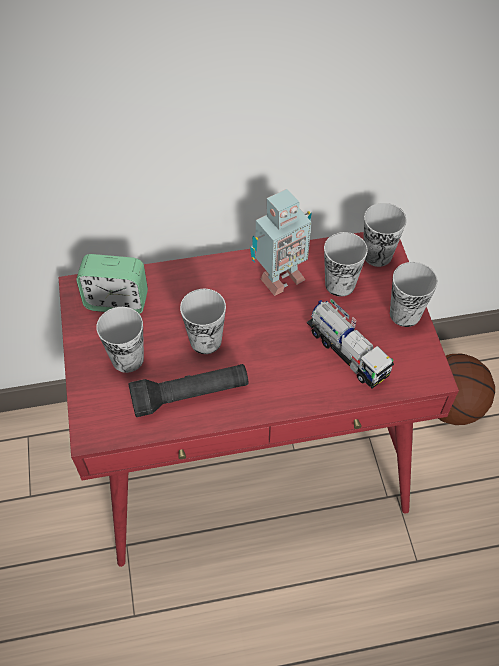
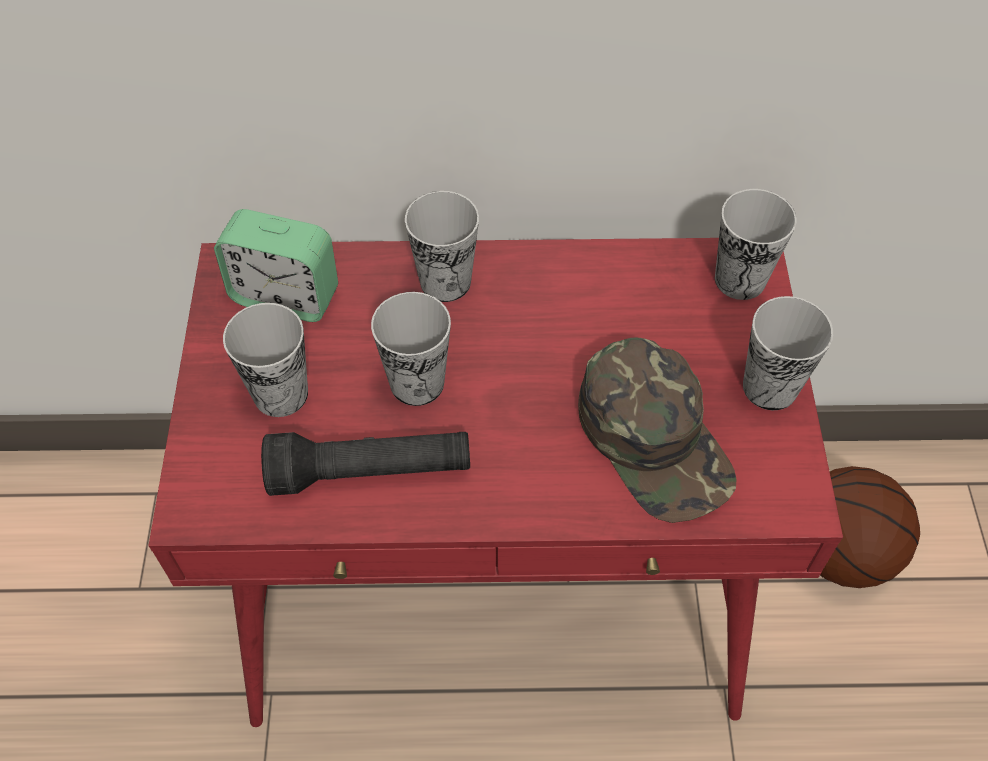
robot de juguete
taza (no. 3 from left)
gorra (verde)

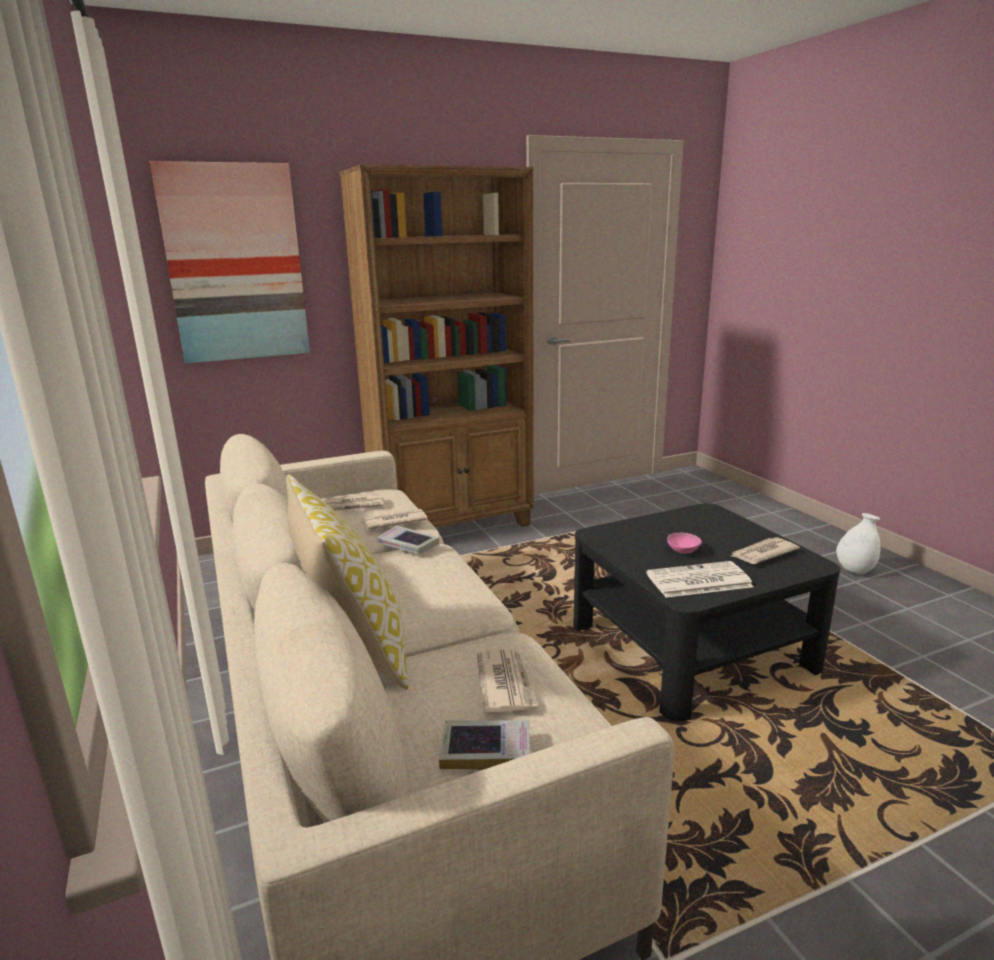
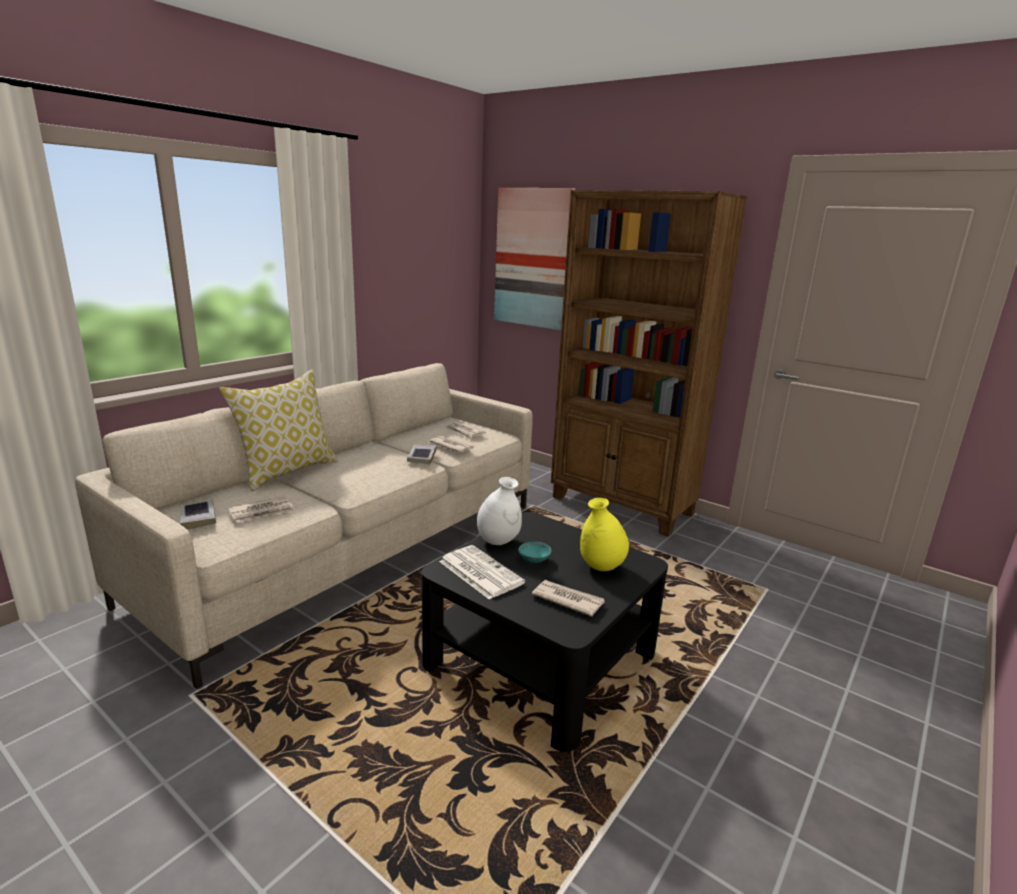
florero (amarillo)
florero (blanco)
cuenco (turquesa)

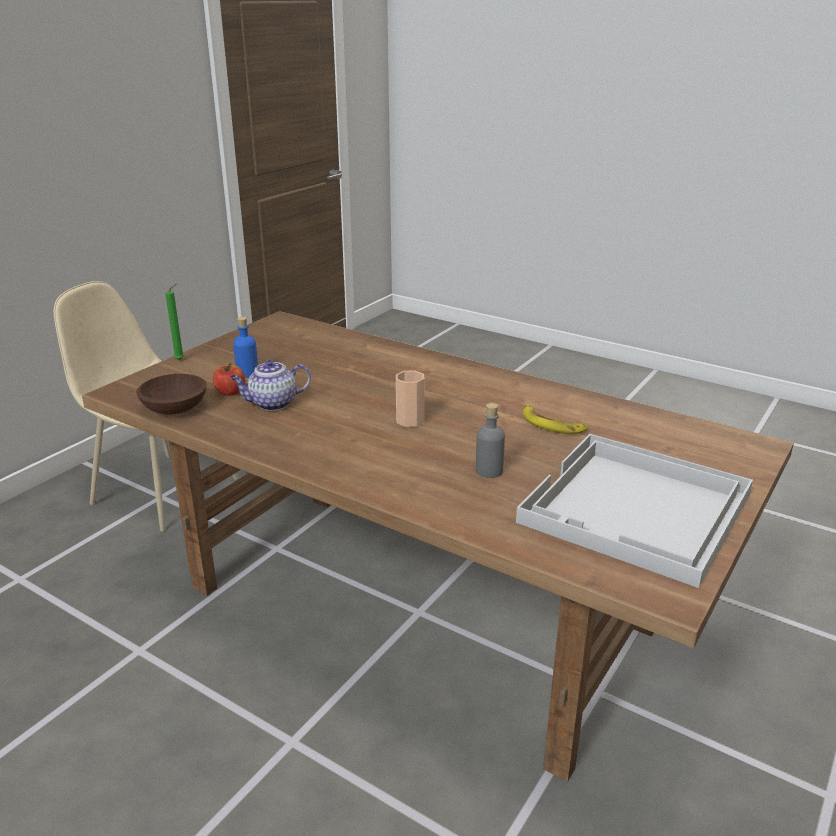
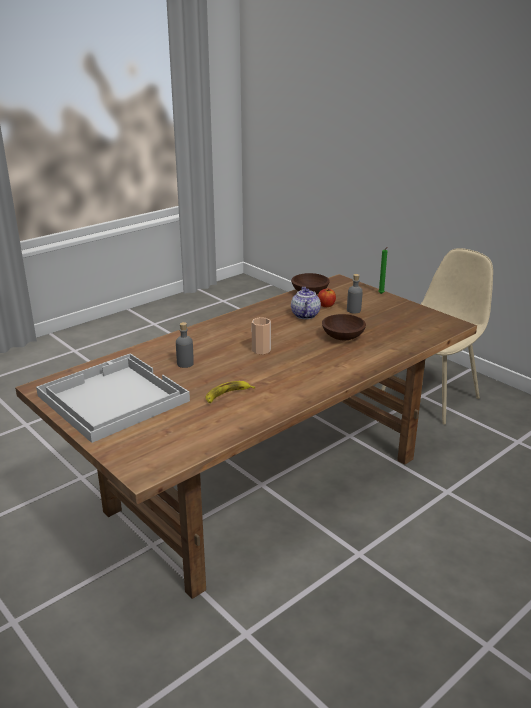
cuenco (marrón) (no. 2 from left)
botella (gris) (no. 2 from left)

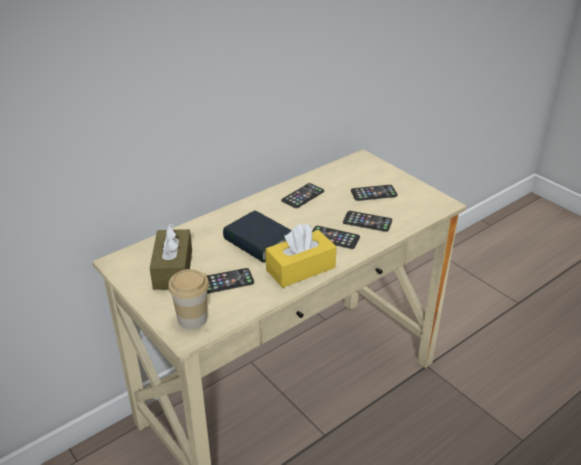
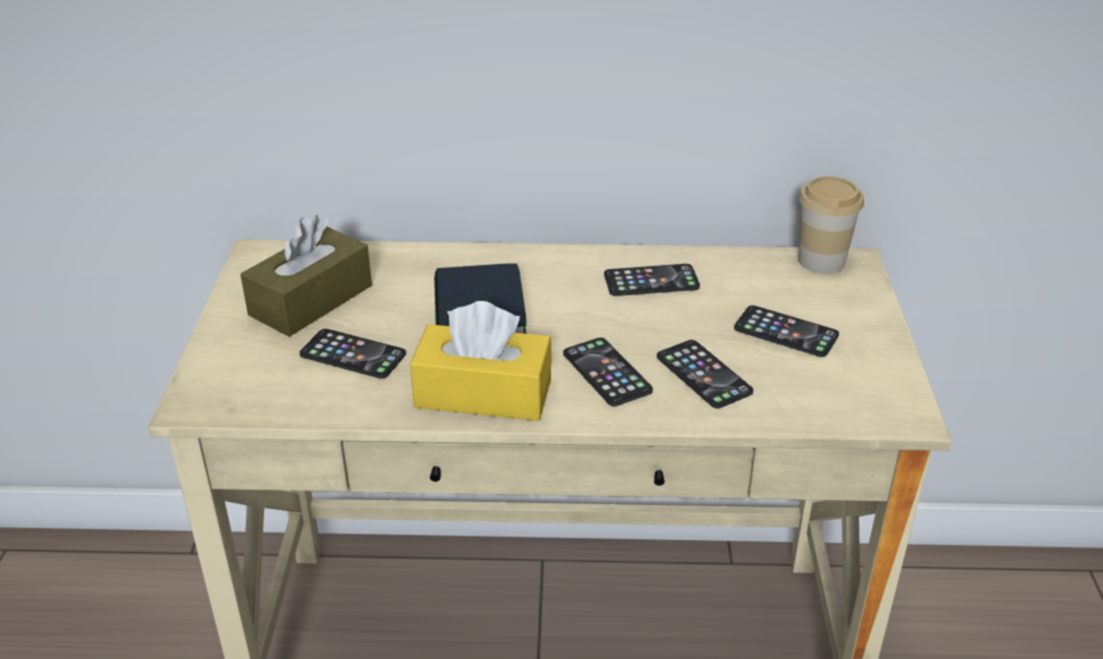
taza

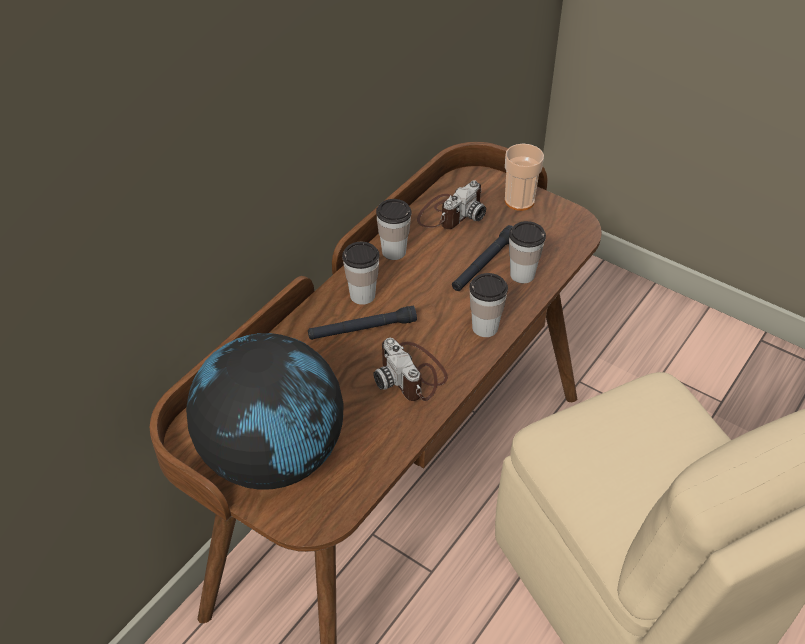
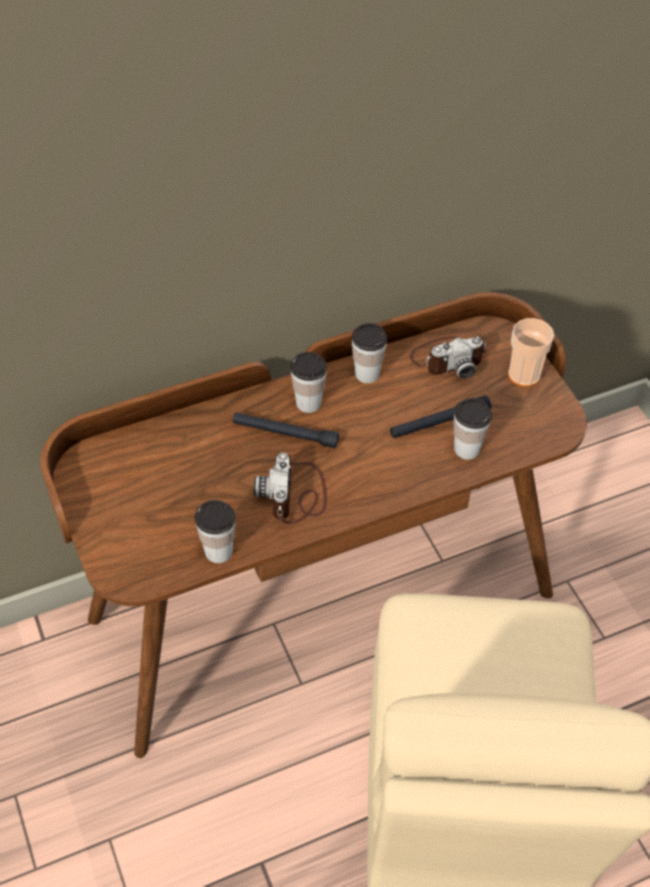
globo terráqueo
taza (no. 1 from left)

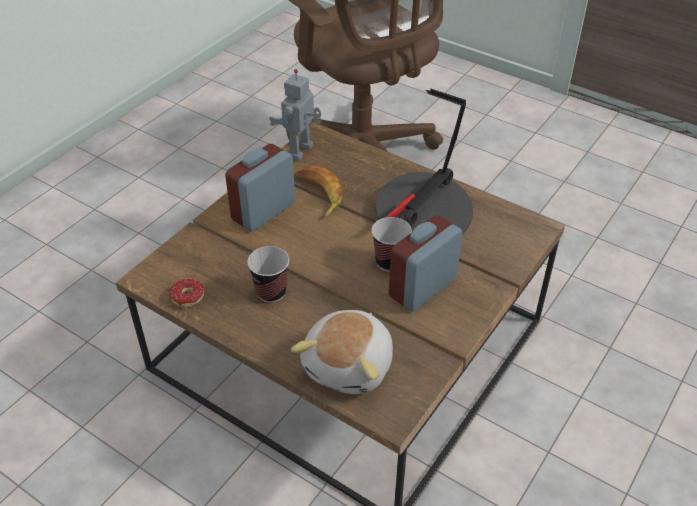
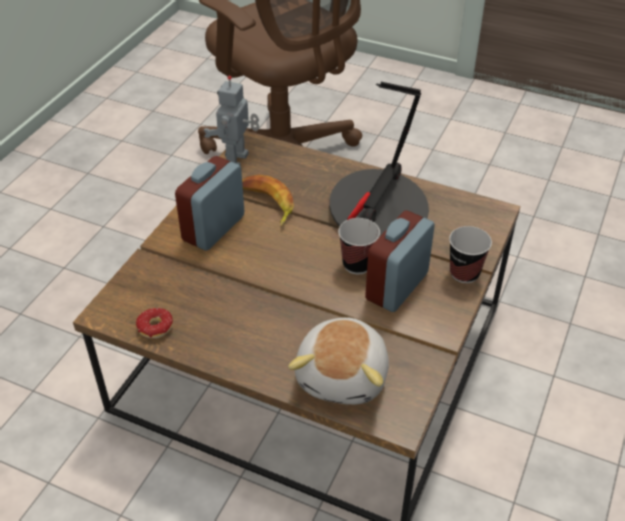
taza (no. 2 from left)

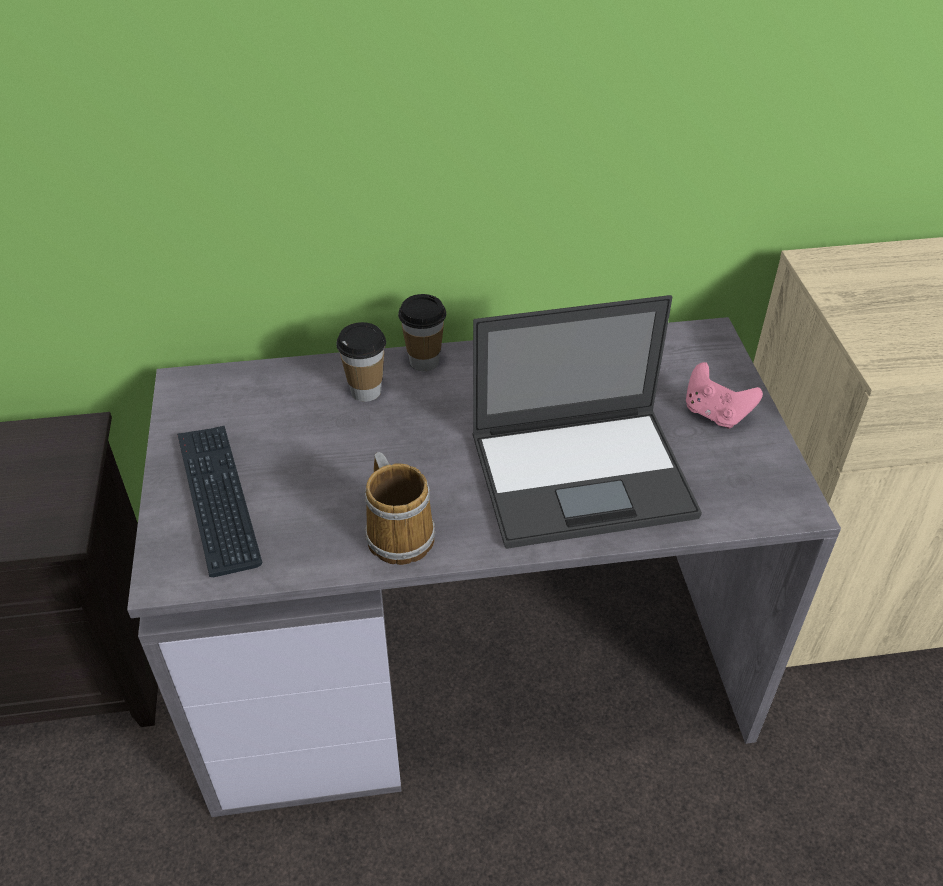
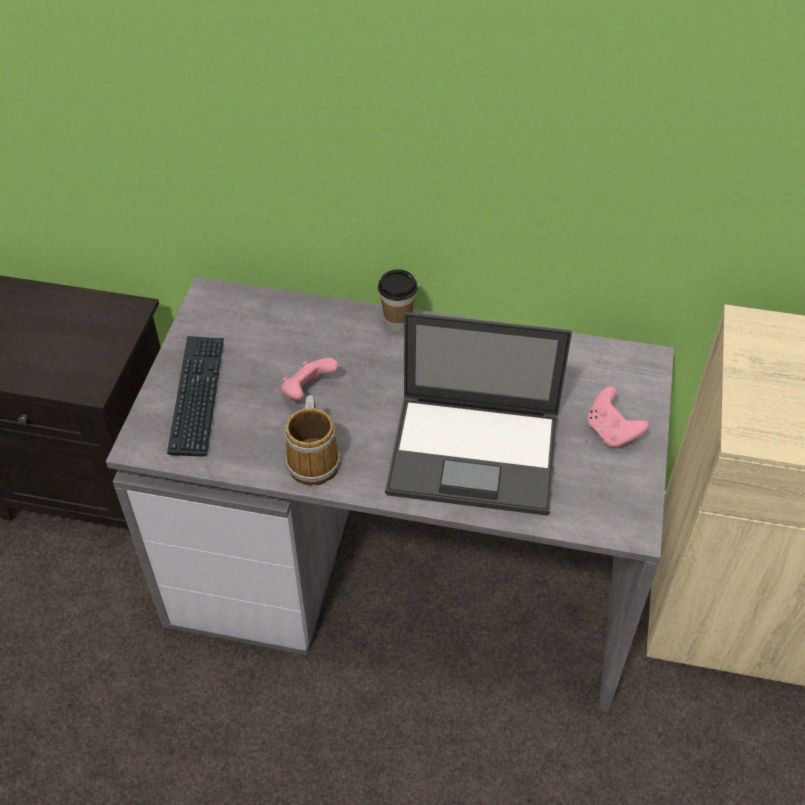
taza (no. 1 from left in the first image)
mando de consola (rosa) (no. 1 from left)

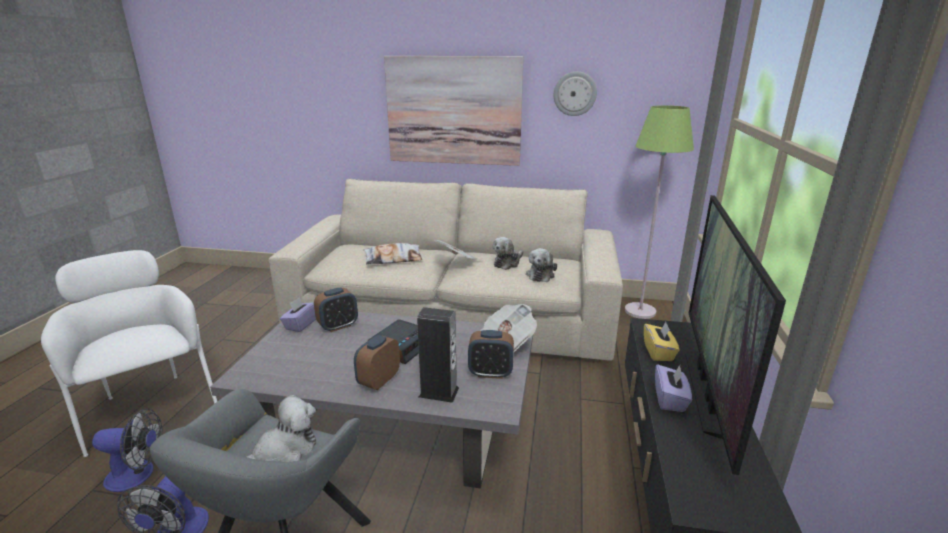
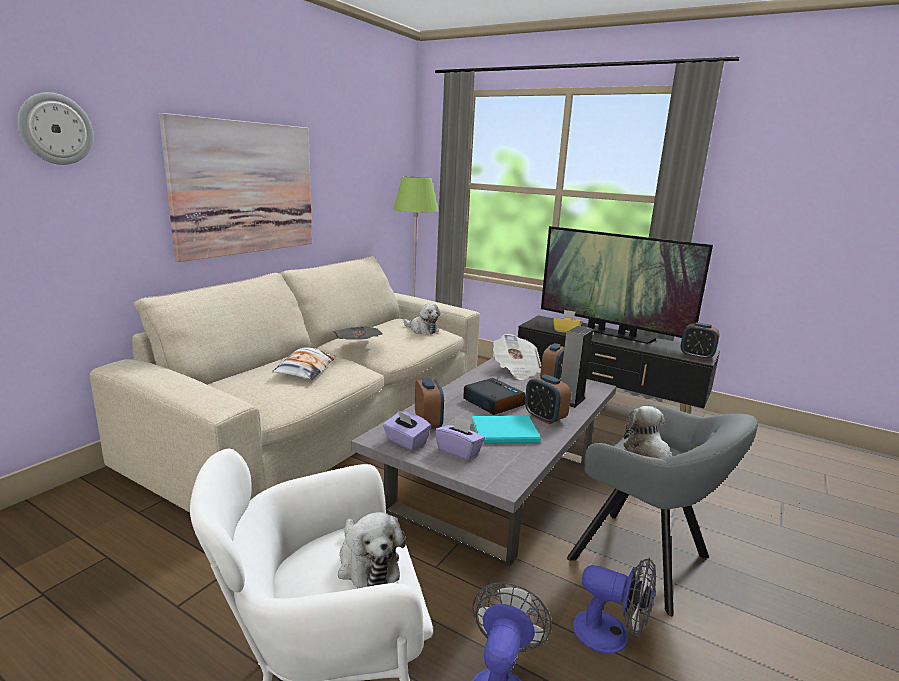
libro (turquesa)
despertador (no. 5 from left)
peluche (no. 1 from left)
reloj de pared
caja de pañuelos (morado) (no. 2 from left)

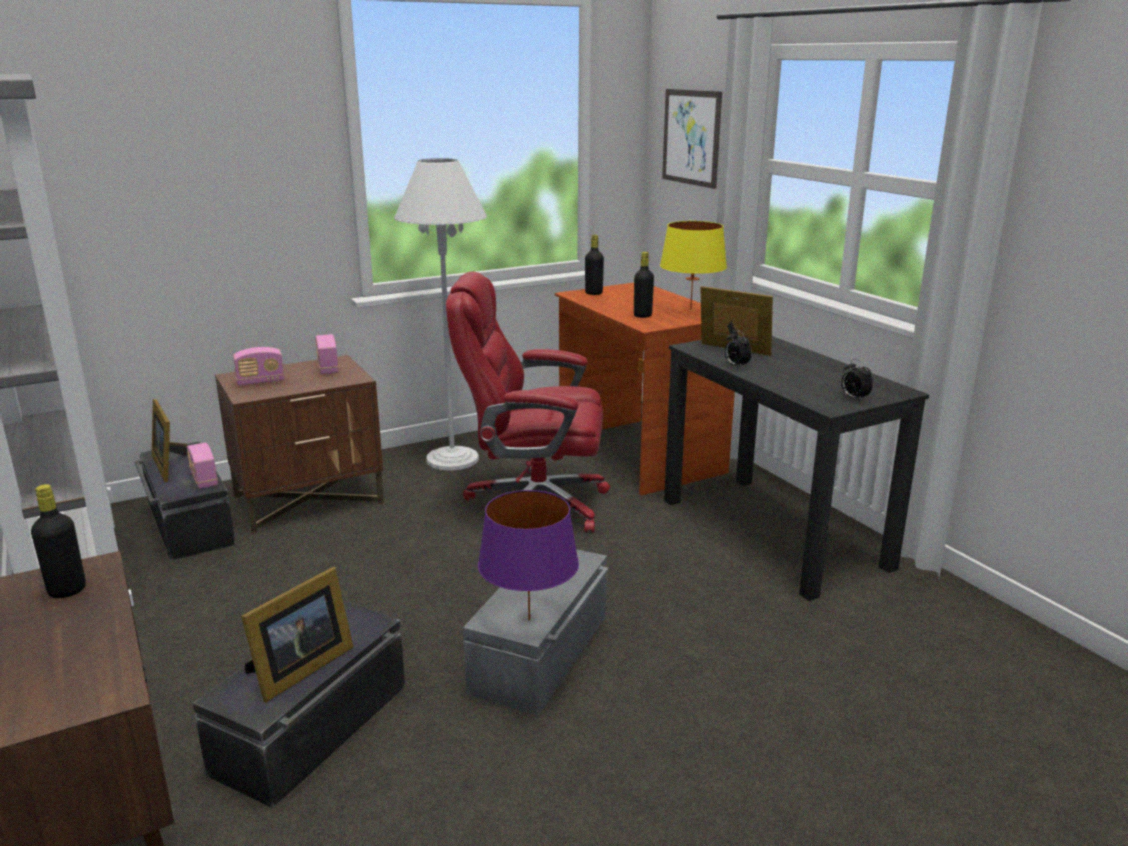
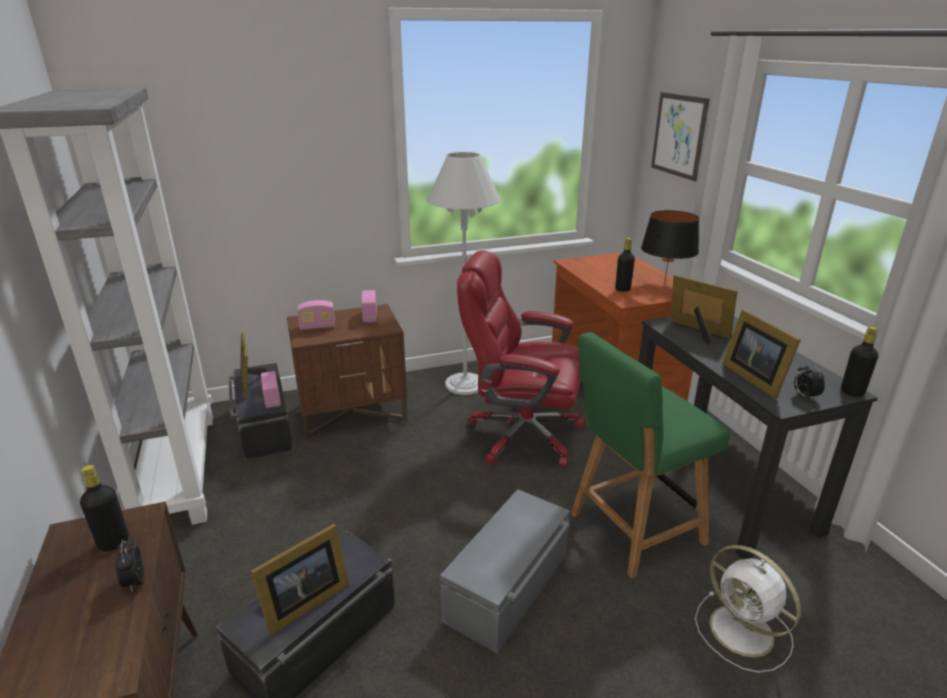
lámpara de mesa (morado)
silla (verde)
ventilador (blanco)
portarretratos (no. 4 from left)
botella (negro) (no. 3 from left)
despertador (no. 1 from left)
lámpara de mesa (negro)

